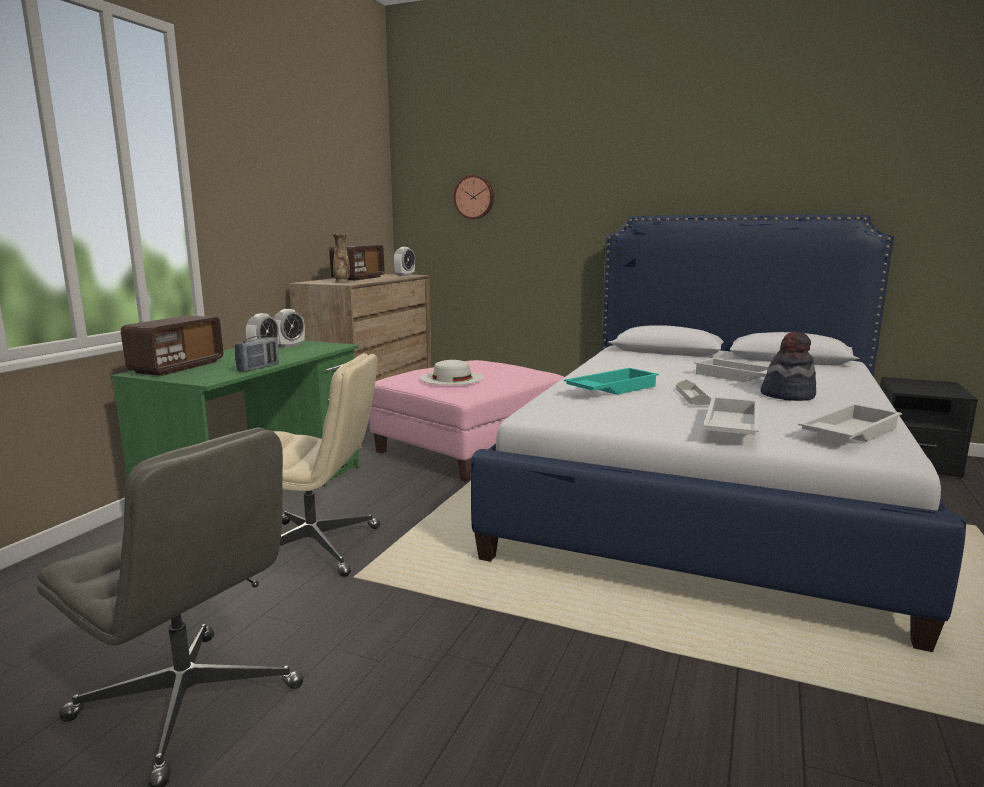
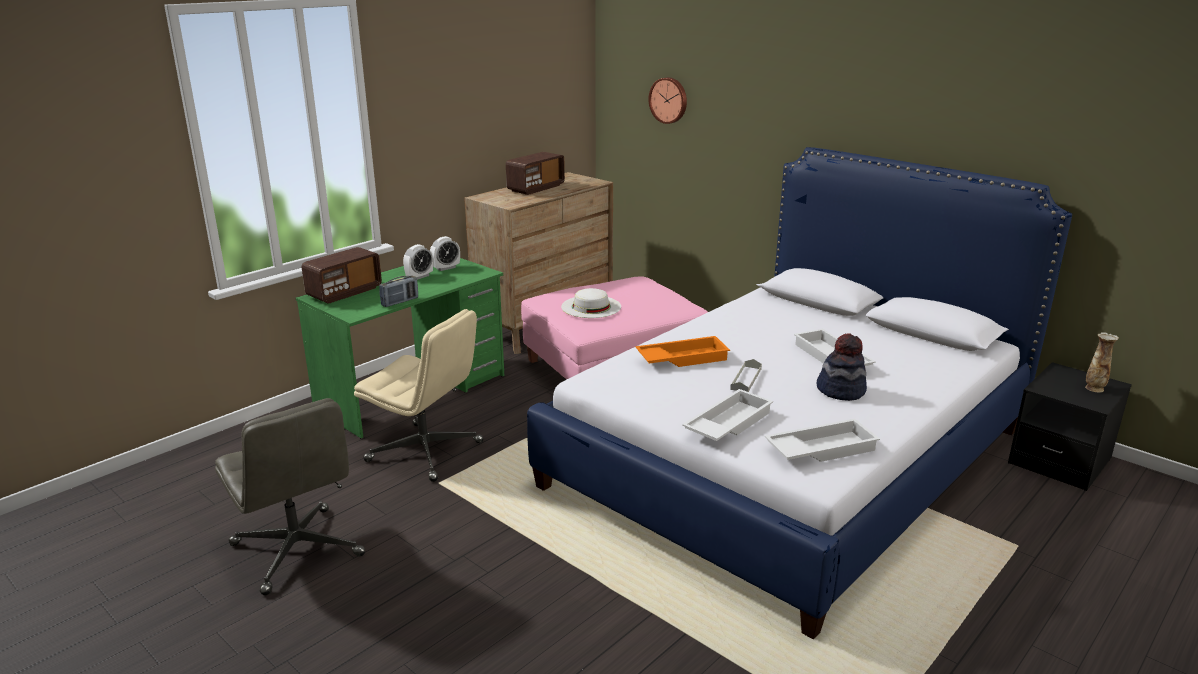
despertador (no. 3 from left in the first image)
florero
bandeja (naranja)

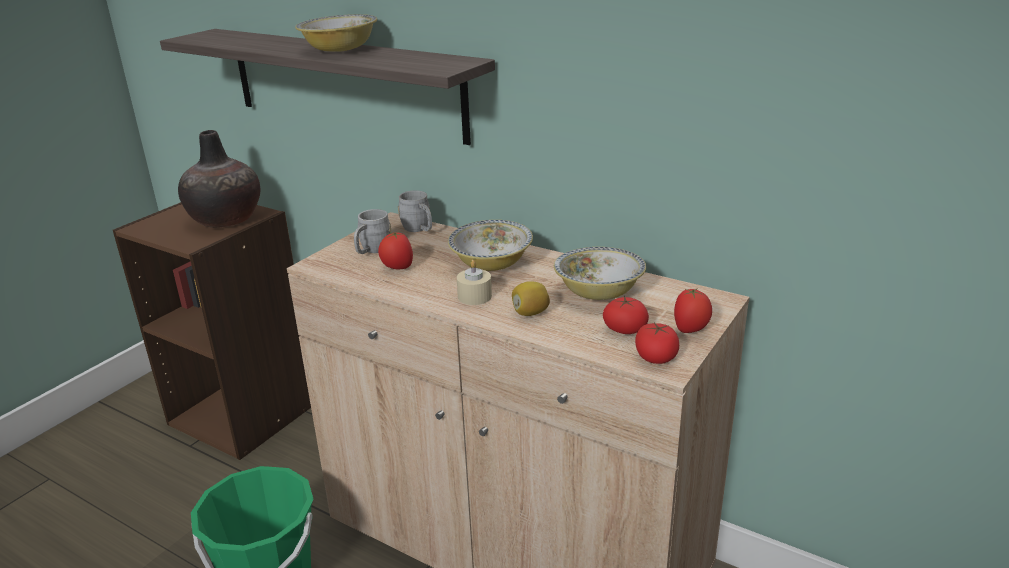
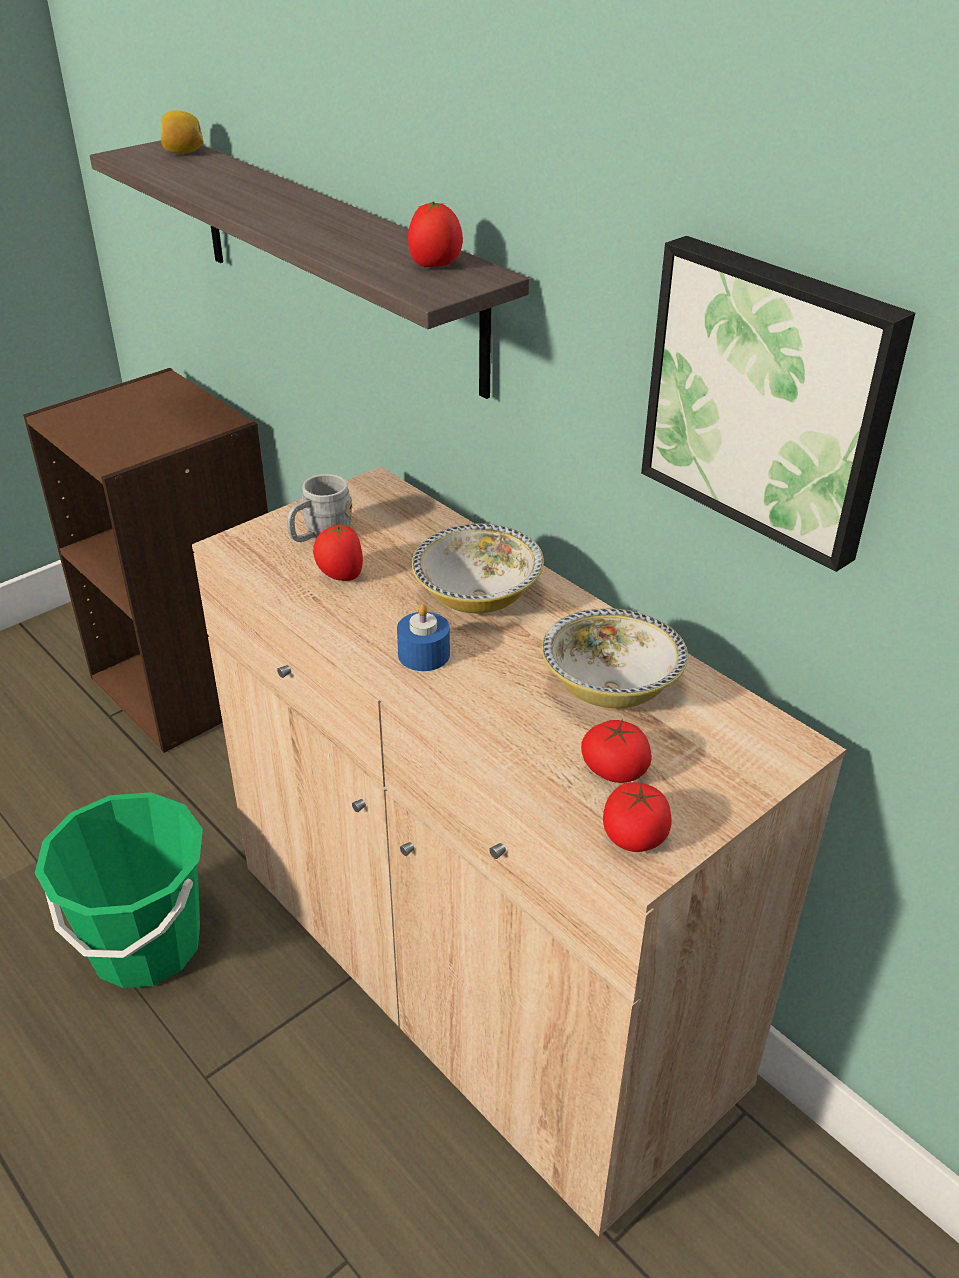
florero
cuenco (no. 1 from left in the first image)
taza grande (gris) (no. 2 from left in the first image)
cuadro
limón
tomate (no. 2 from left)
vela (azul)

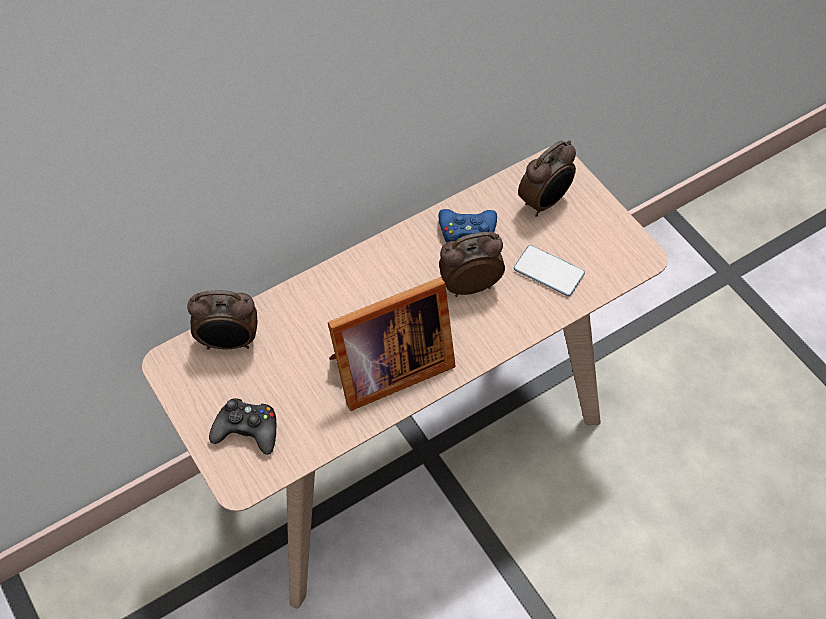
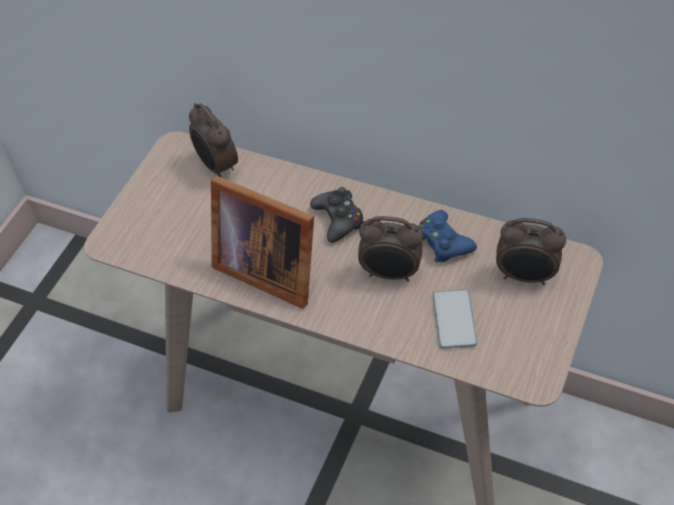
mando de consola (negro)
despertador (no. 2 from left)

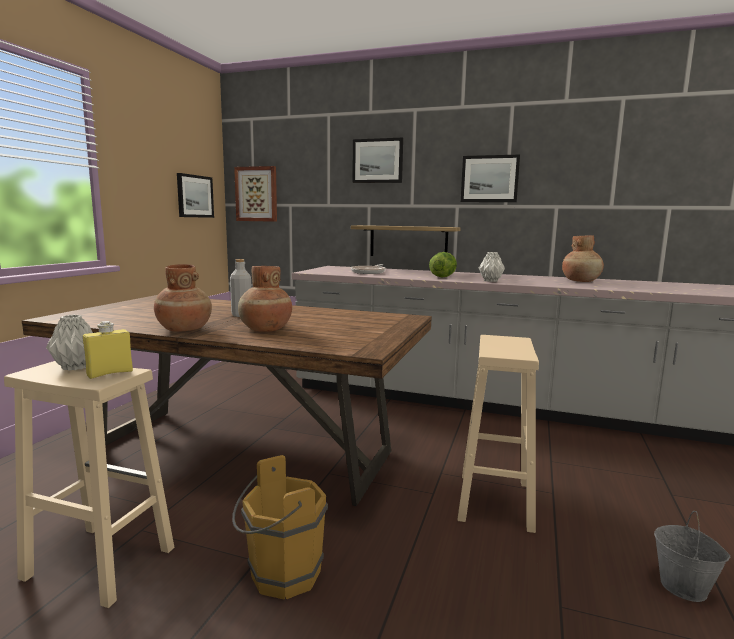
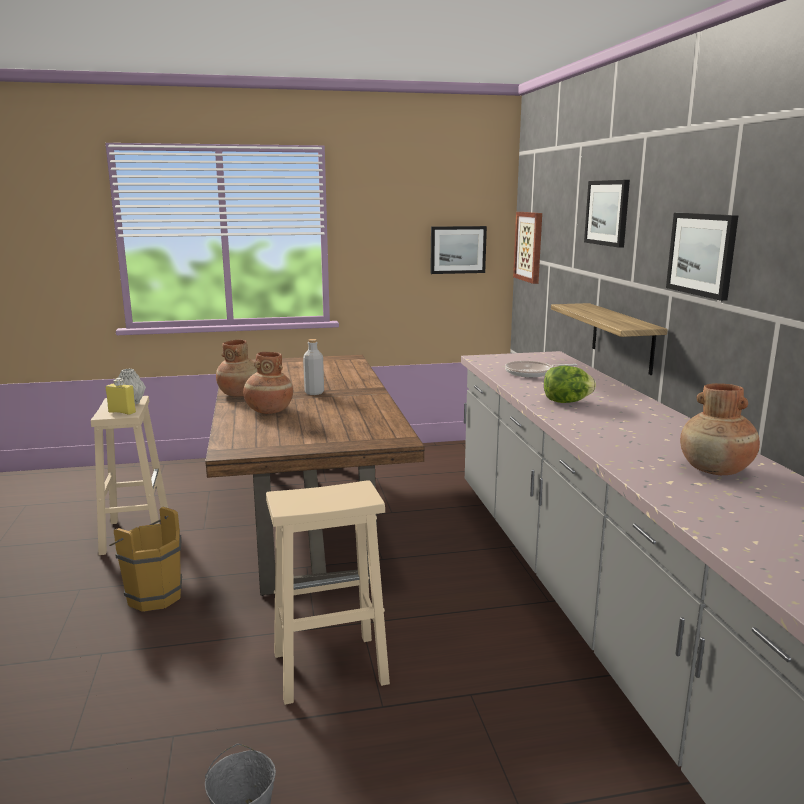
florero (gris) (no. 2 from left in the first image)

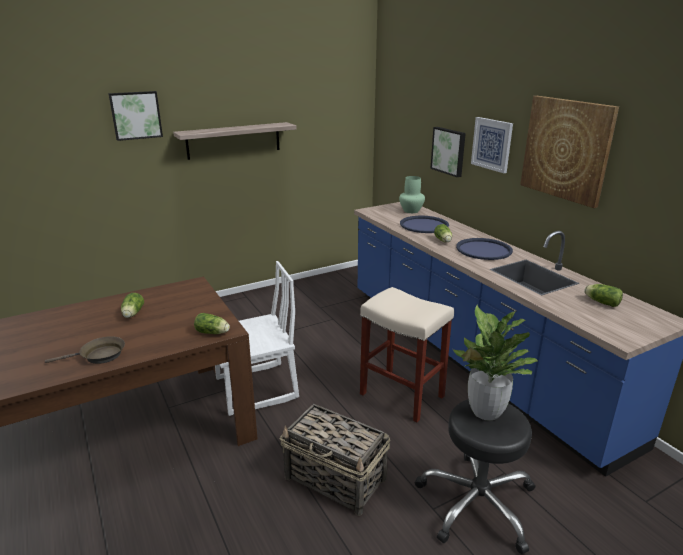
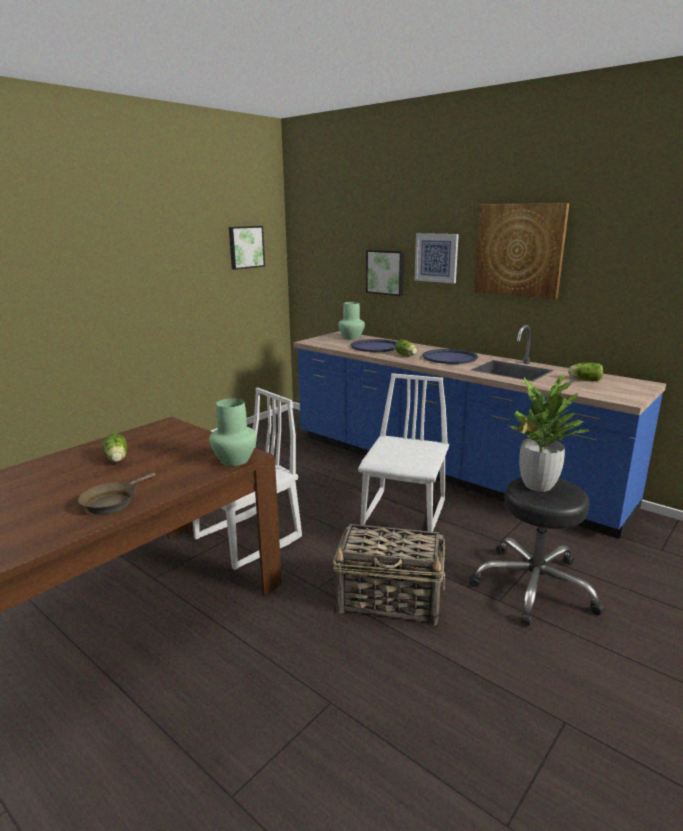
estante
cuadro (no. 1 from left)
florero (verde) (no. 1 from left)
silla (blanco) (no. 2 from left)
sartén (marrón)

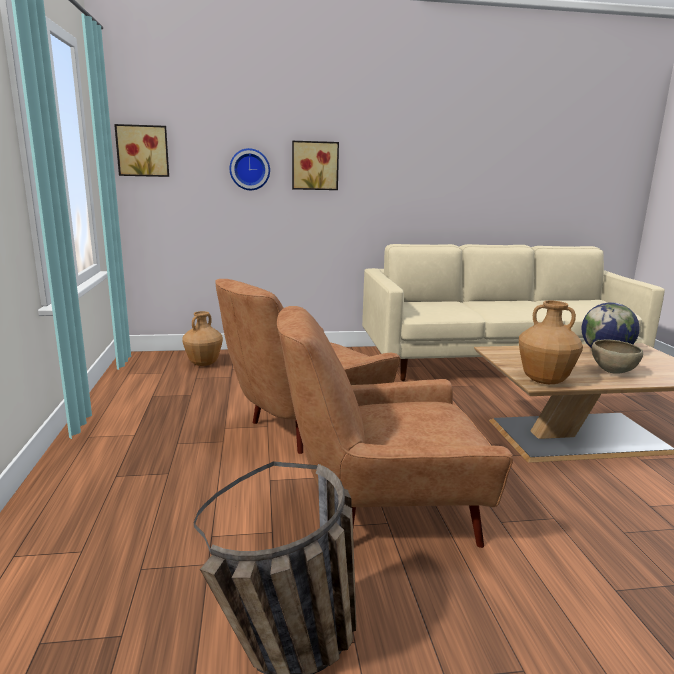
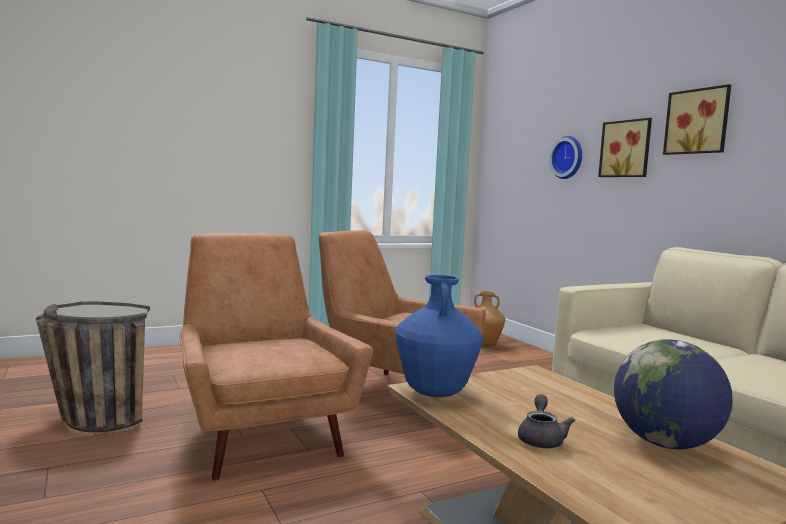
cuadro (no. 2 from left)
tetera (gris)
florero (azul)

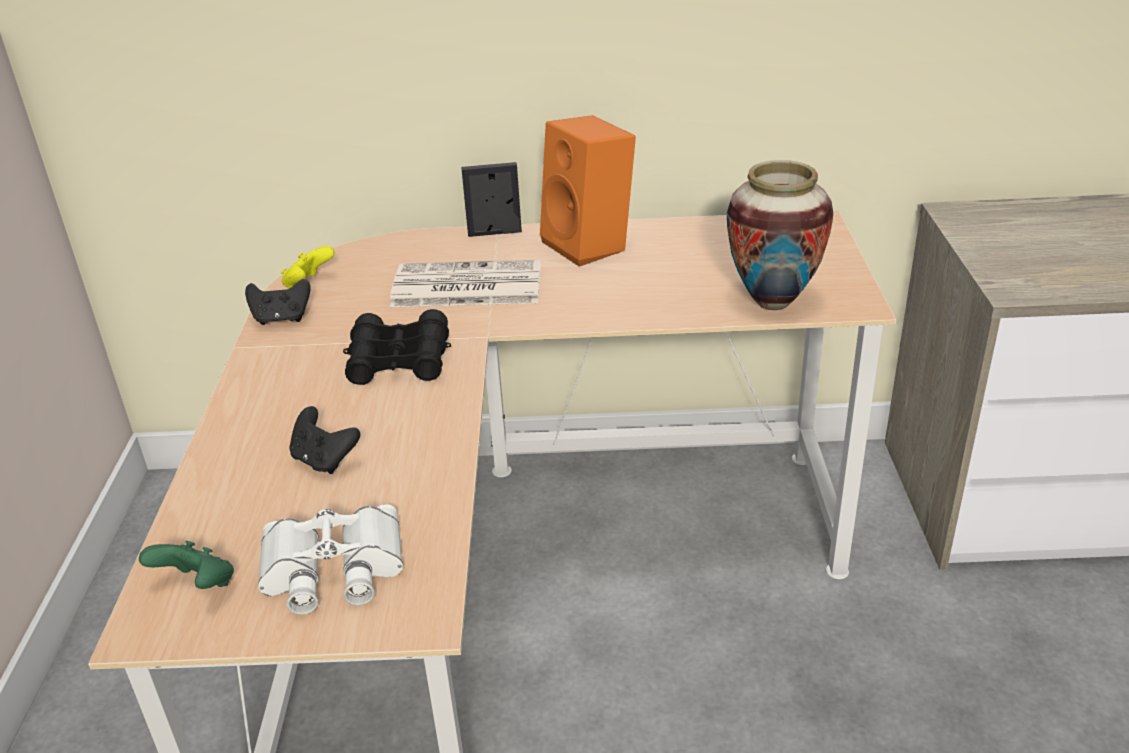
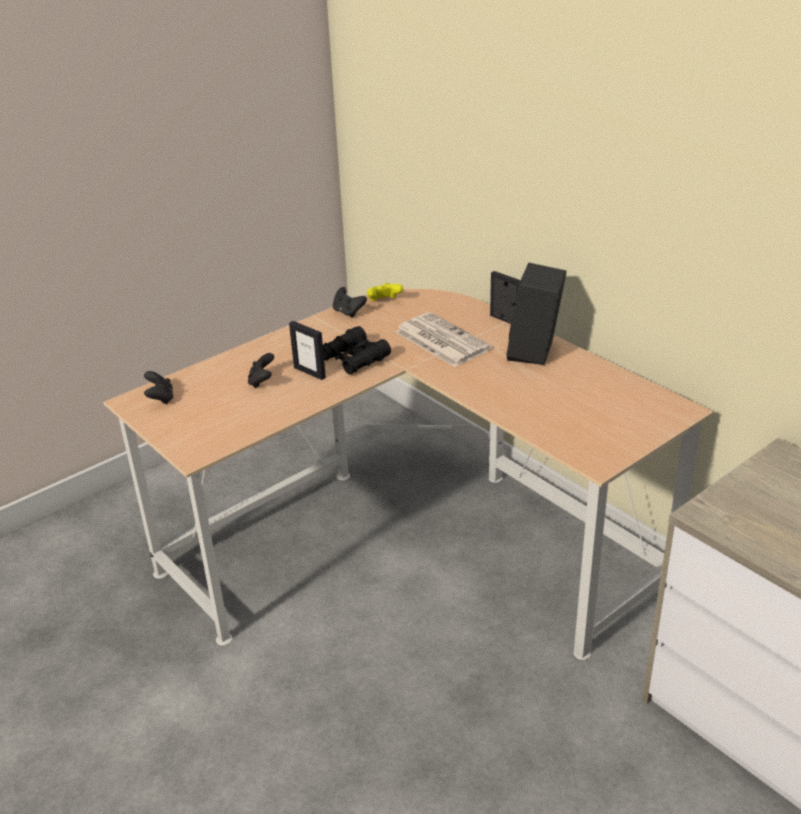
prismáticos (blanco)
florero
portarretratos (no. 1 from left)
mando de consola (negro) (no. 1 from left)
altavoz (negro)

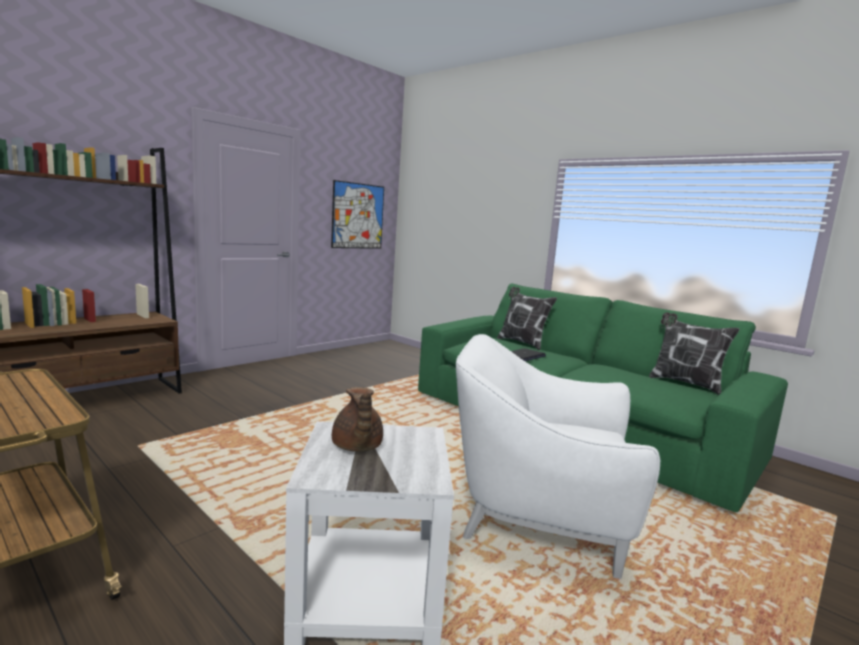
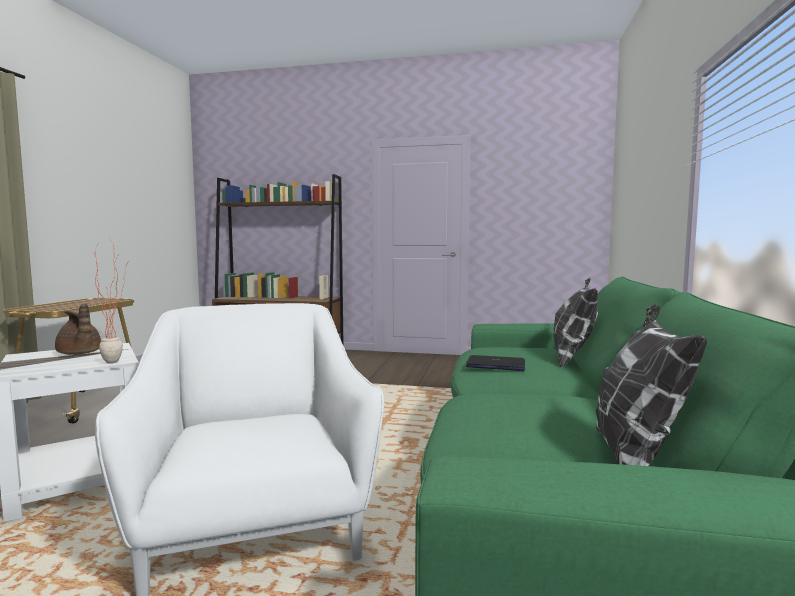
cuadro
planta en maceta
tetera (marrón)

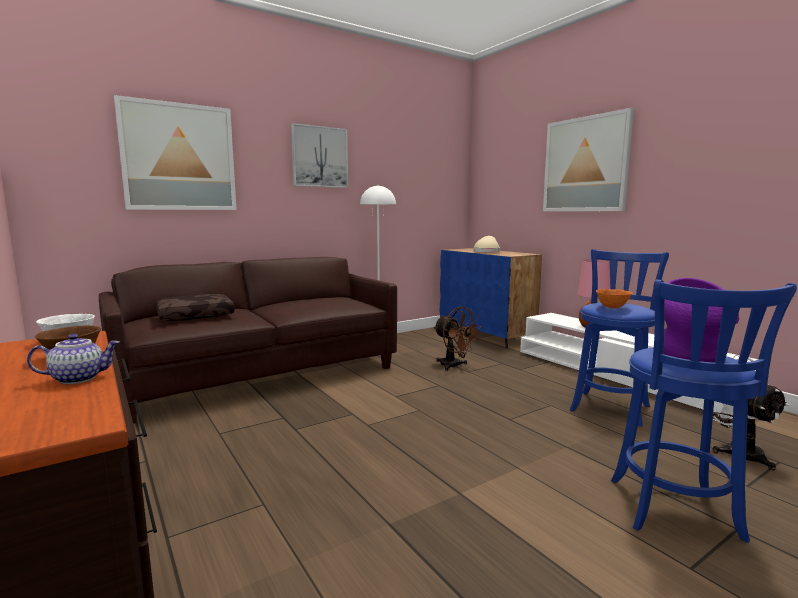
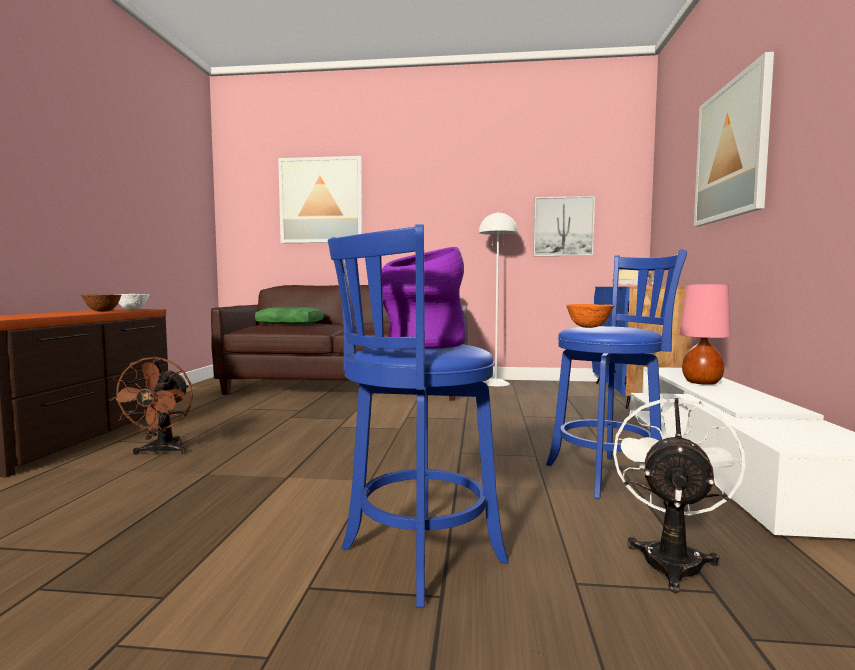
tetera
cuadro (no. 2 from left)
ventilador (marrón)
cojín (verde)

